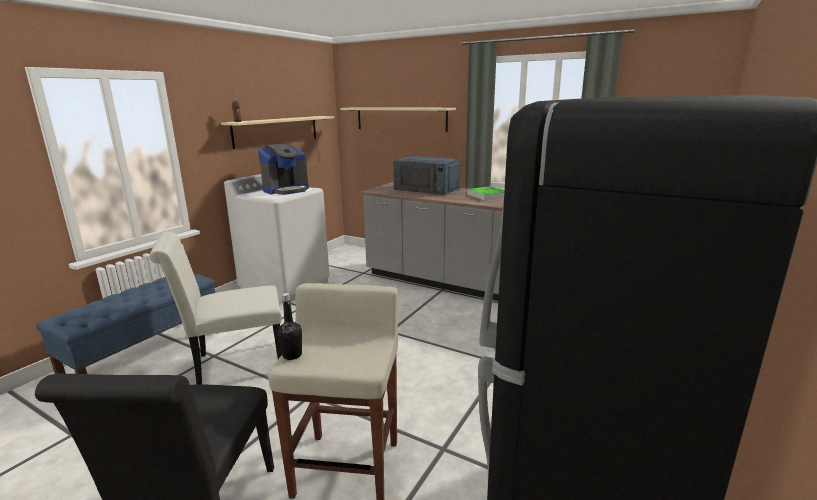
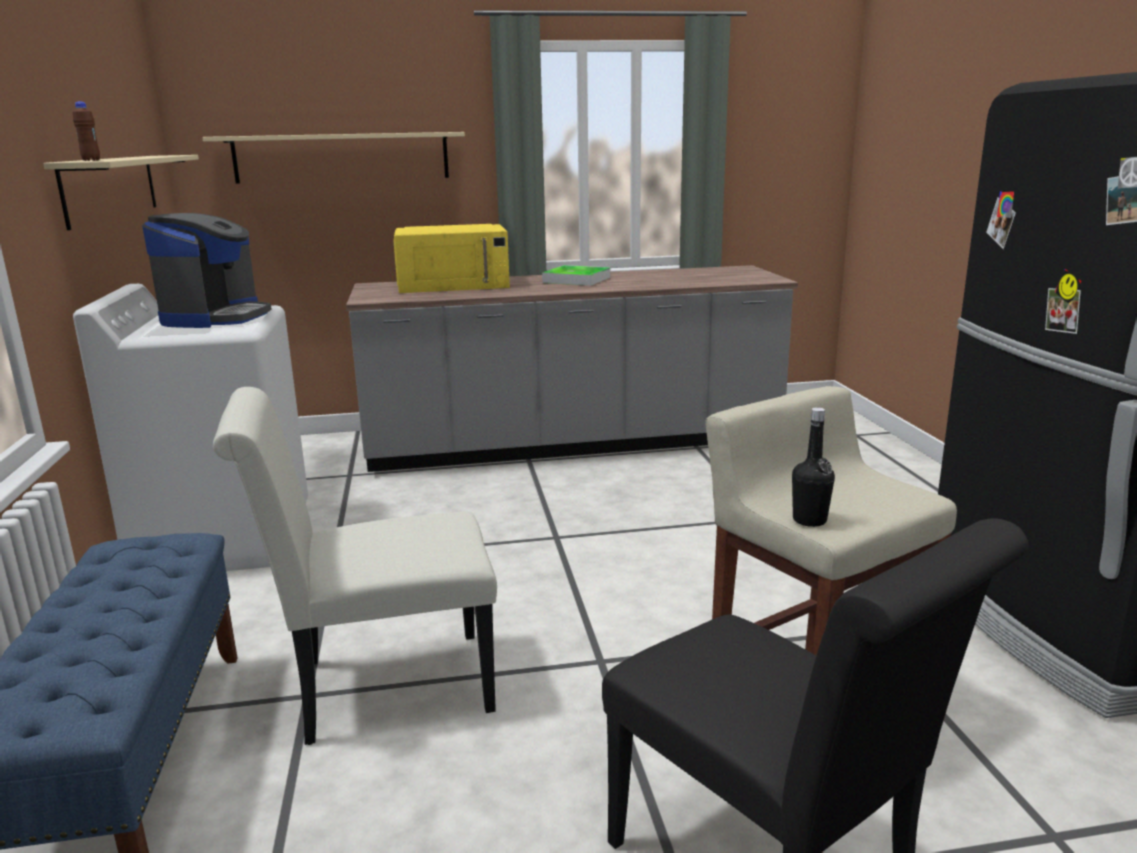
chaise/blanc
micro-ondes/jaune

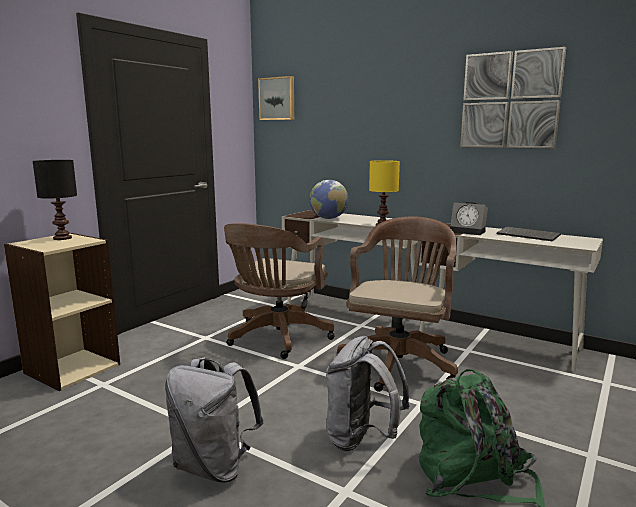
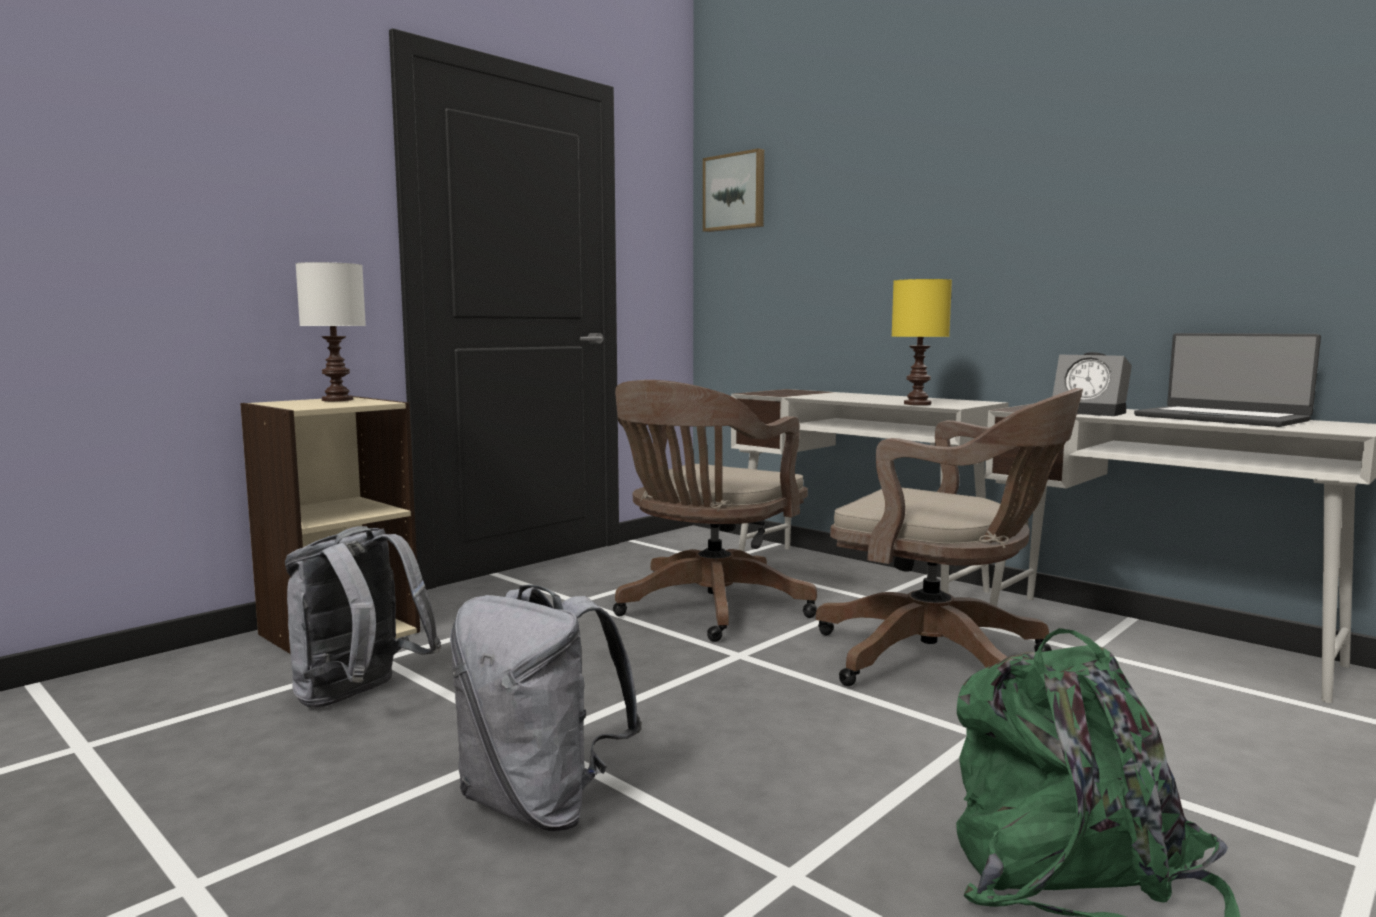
lampe de table/blanc
globe
sac à dos/gris (1st from left)
chaise de bureau/marron (2nd from left)
tableau (2nd from left in the first image)
ordinateur portable

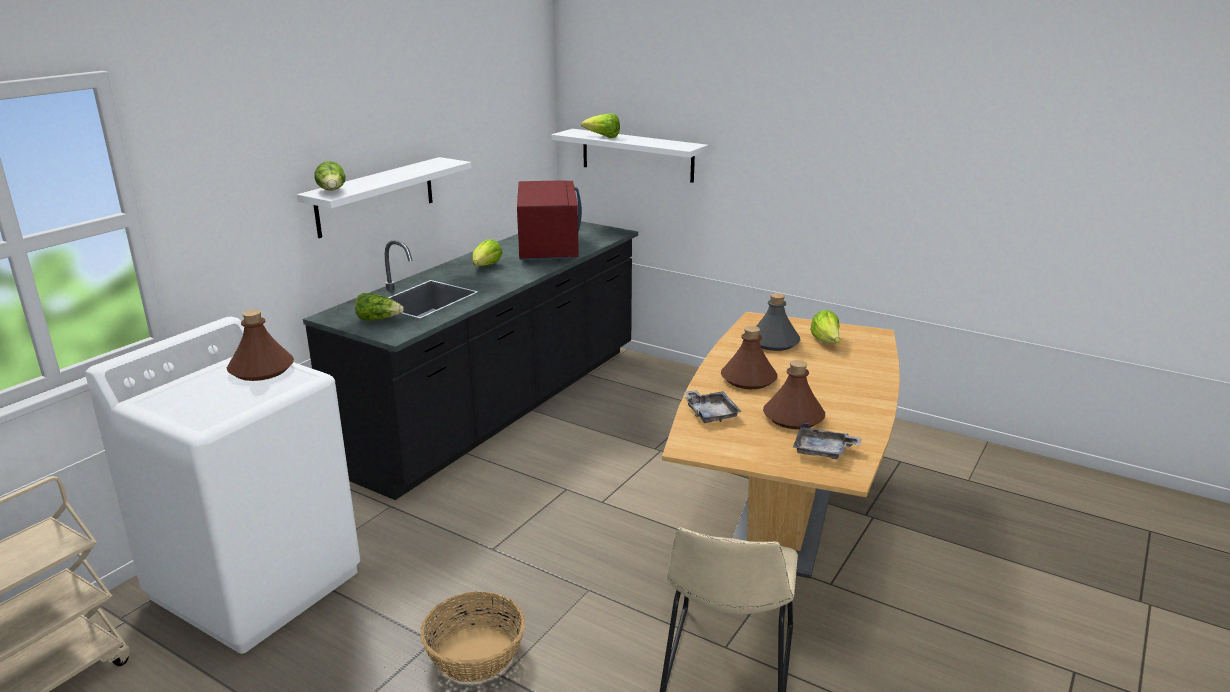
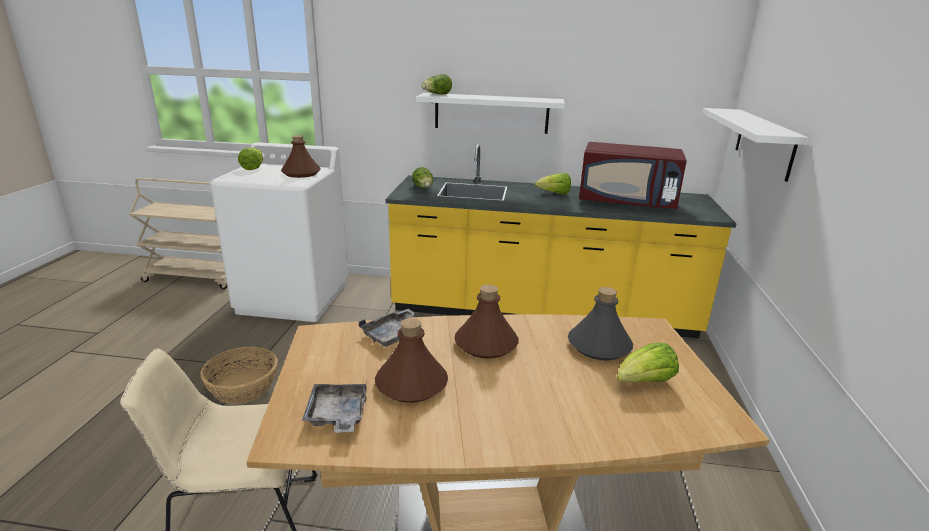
comptoir de cuisine/jaune
micro-ondes/rouge
laitue (1st from left)

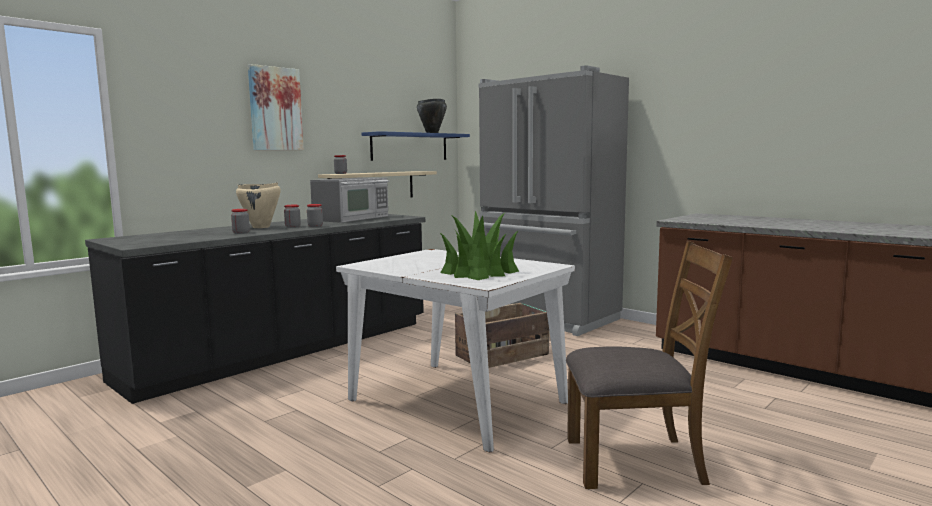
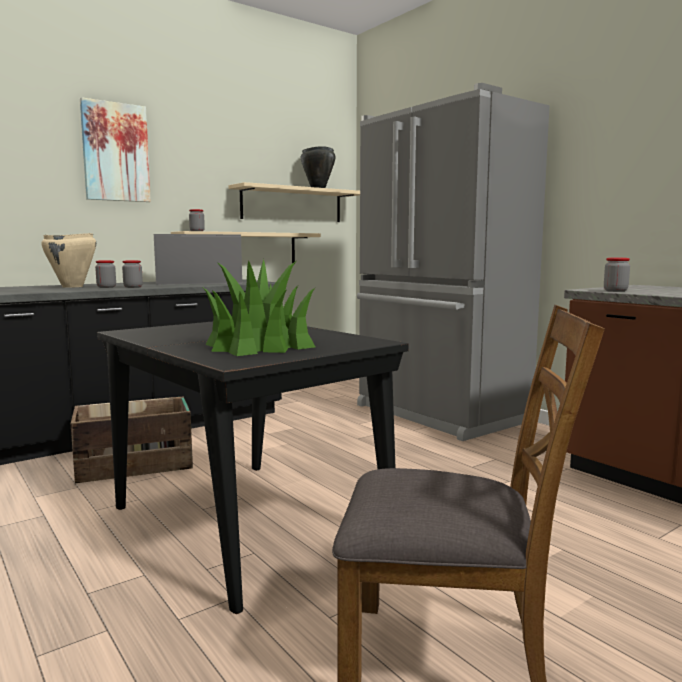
bocal (4th from left)
micro-ondes
table à manger/noir
étagère/beige (2nd from left)
caisse

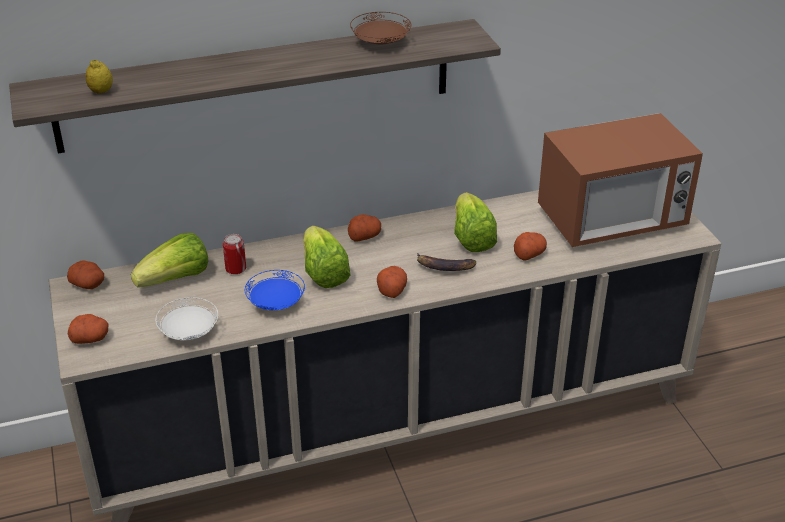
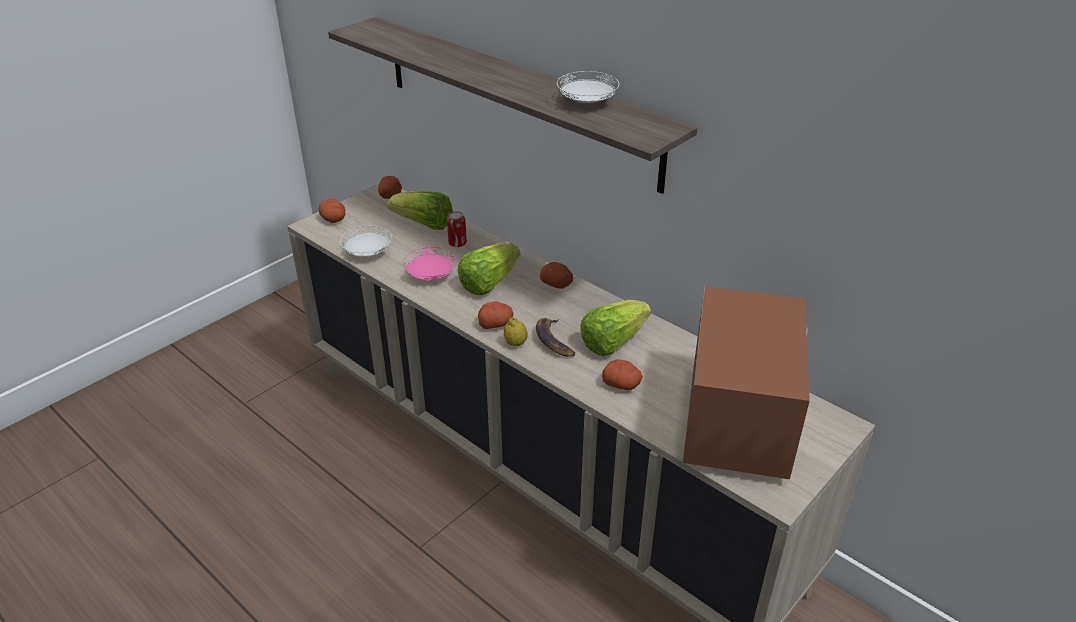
citron
assiette/rose
assiette/blanc (2nd from left)
micro-ondes

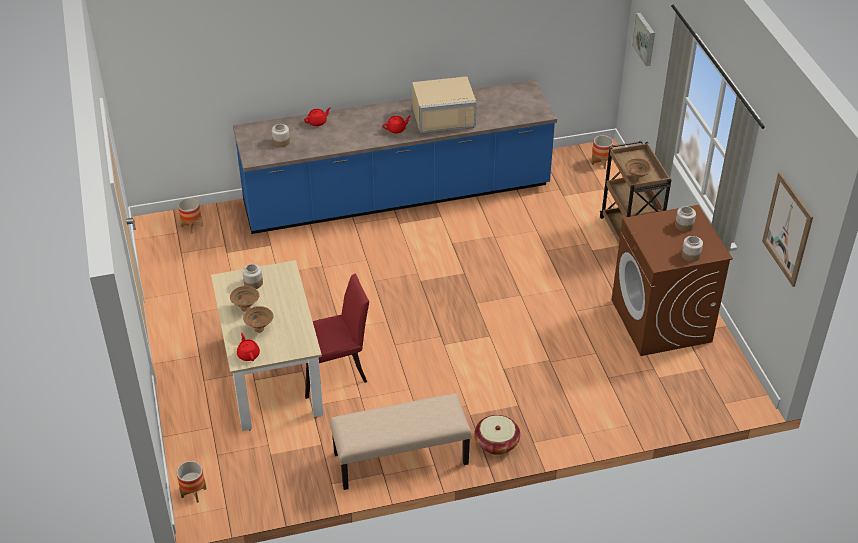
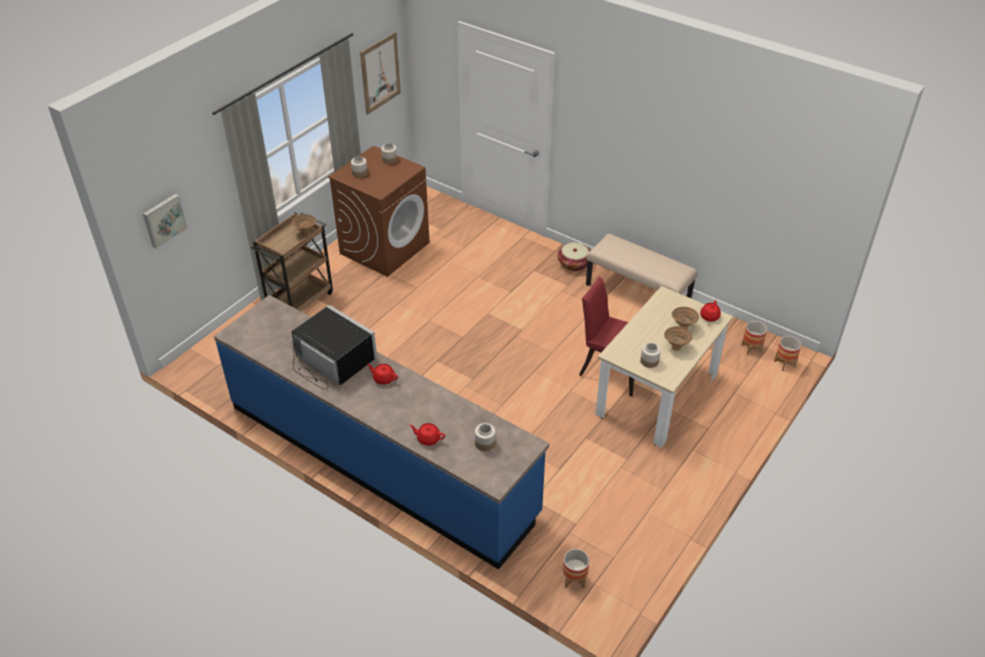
micro-ondes/noir
cache-pot (2nd from left)

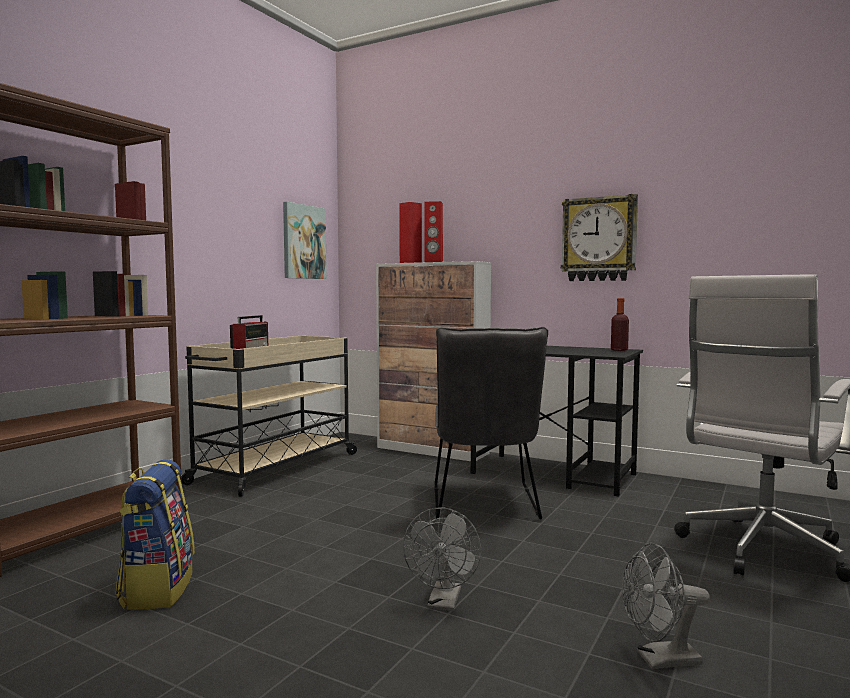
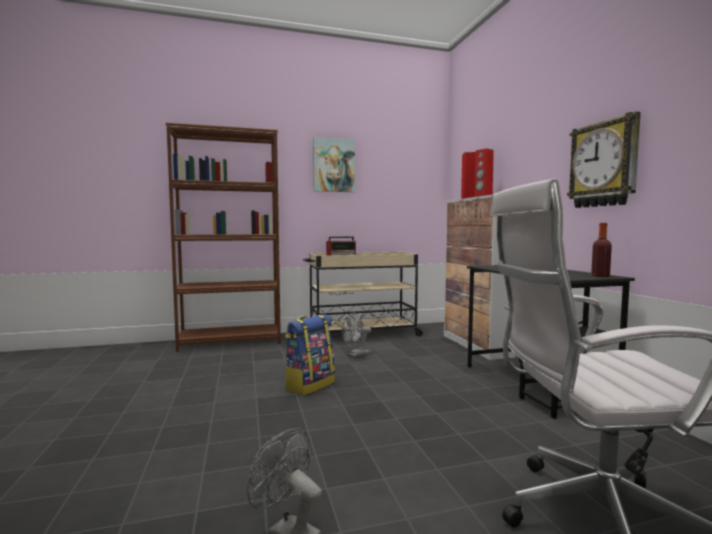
sac à dos
tableau
ventilateur/gris (2nd from left)
chaise/gris

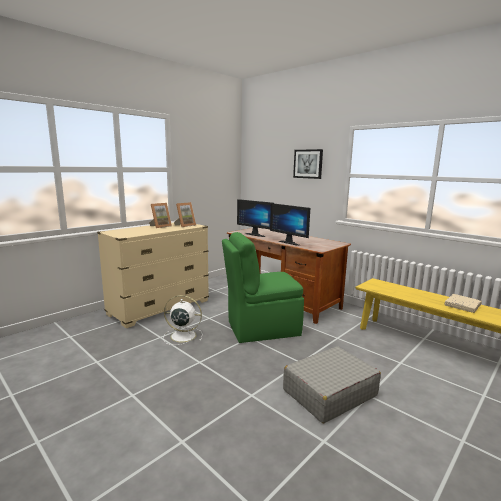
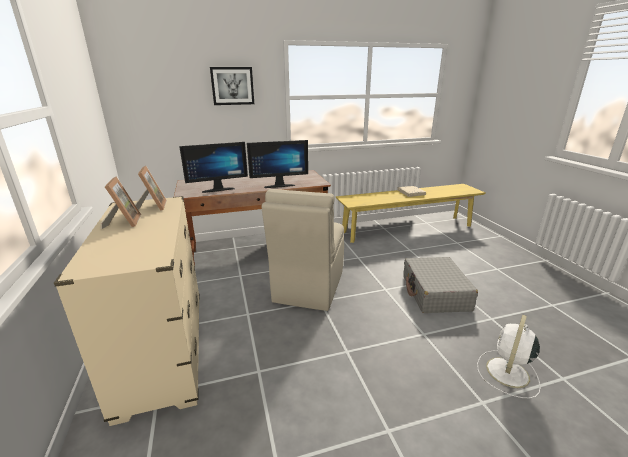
ventilateur/blanc
chaise/beige

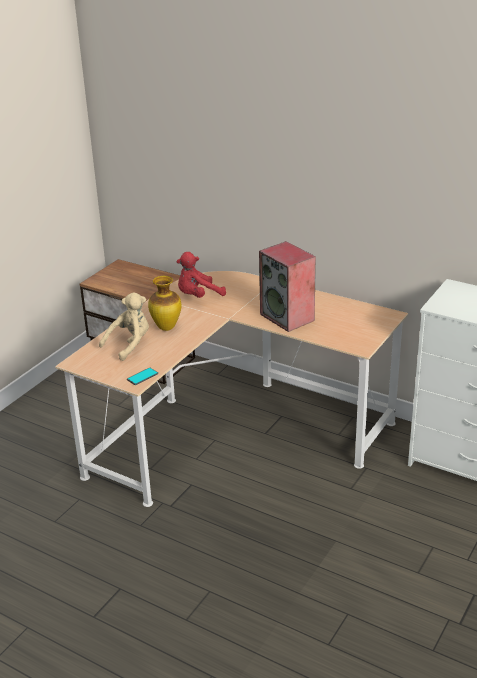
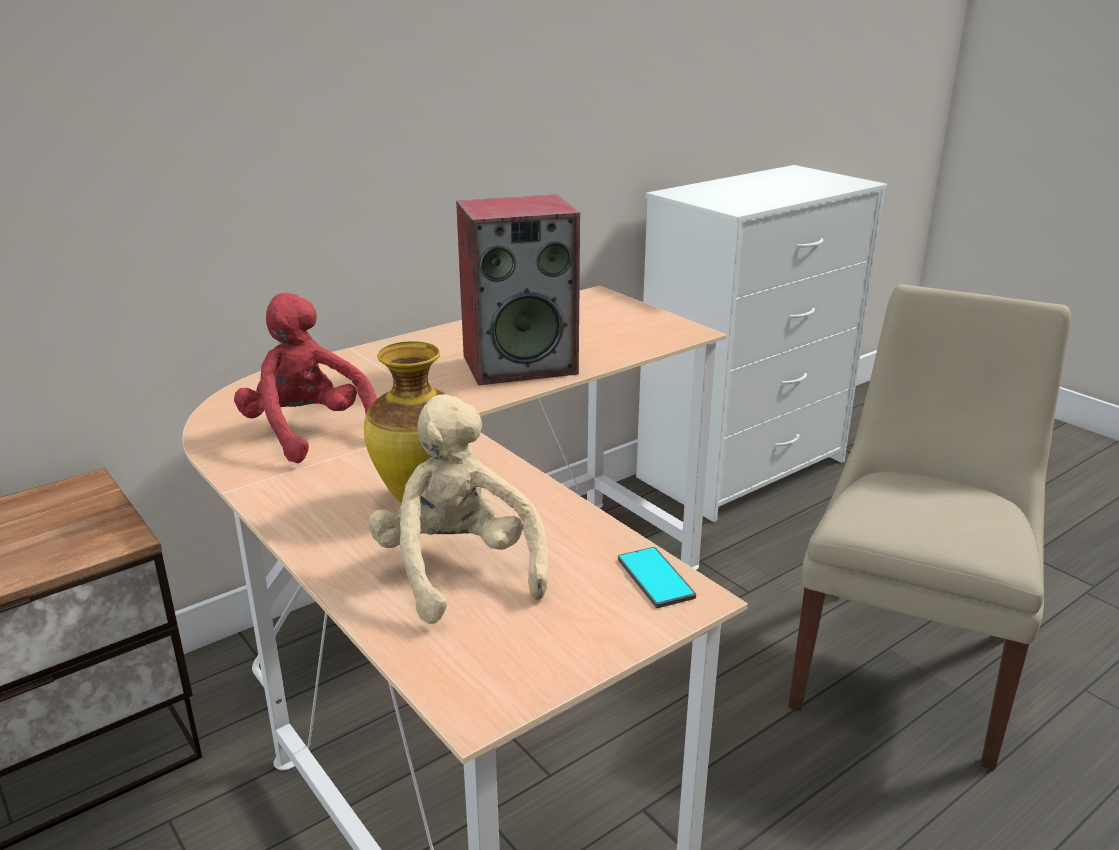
peluche/rouge
chaise/beige

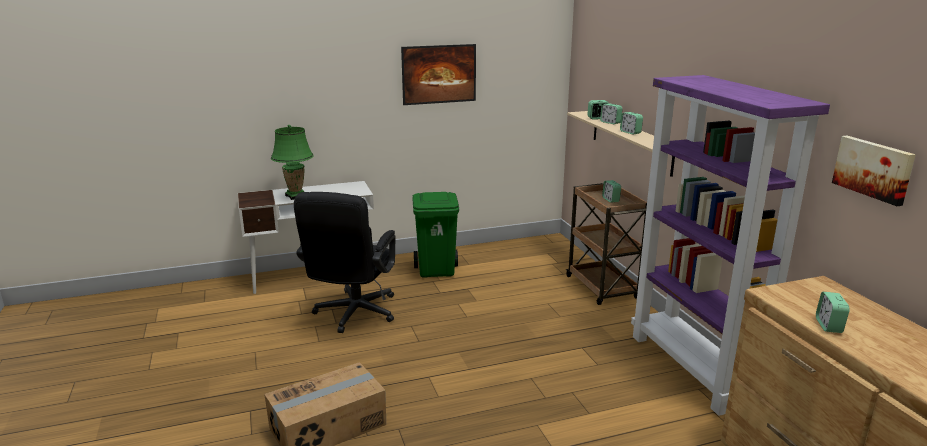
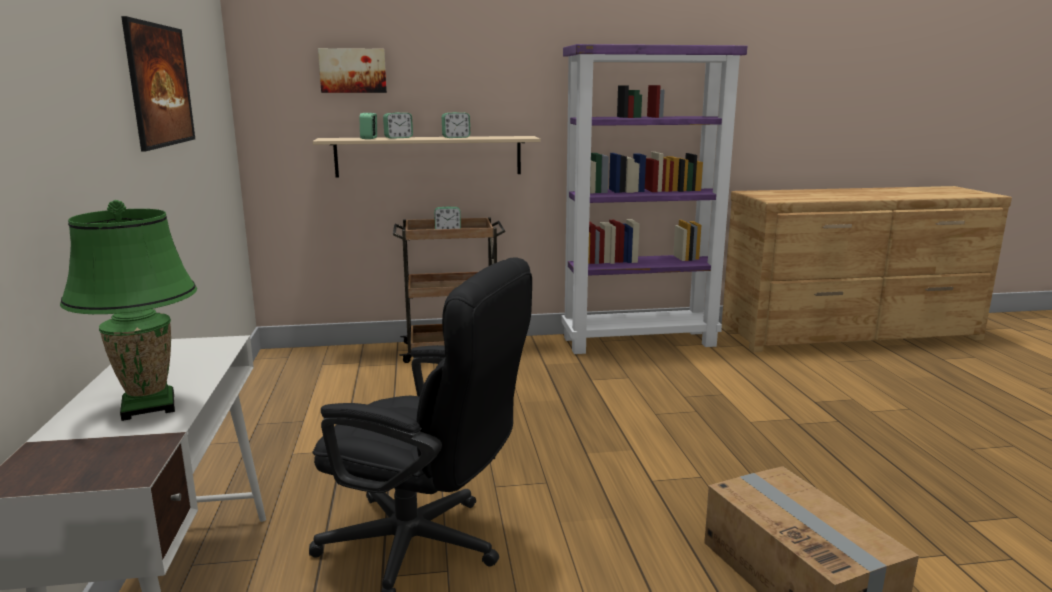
poubelle/vert
réveil (5th from left in the first image)
tableau (2nd from left)

